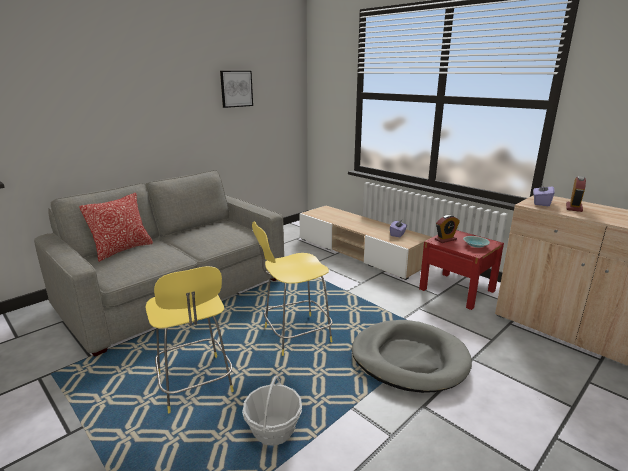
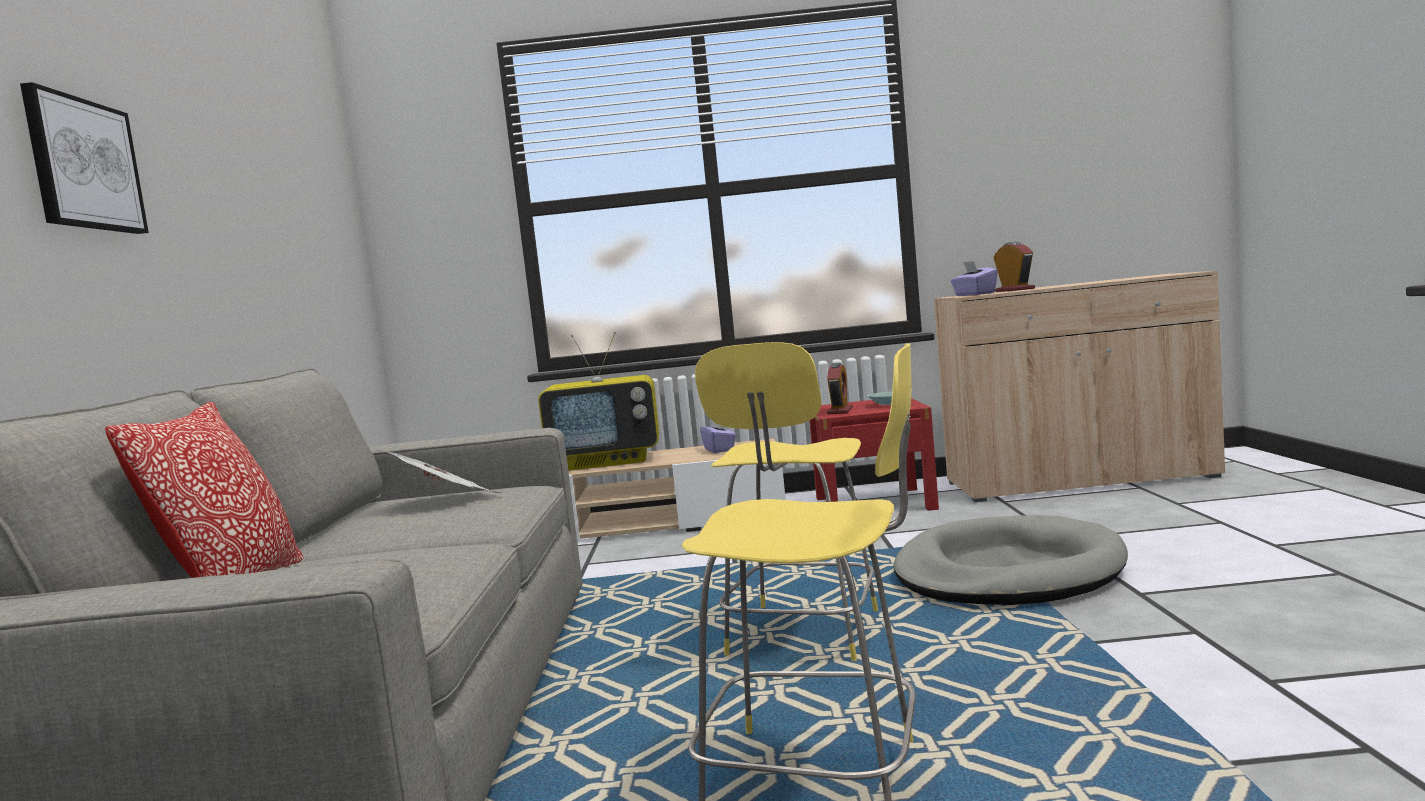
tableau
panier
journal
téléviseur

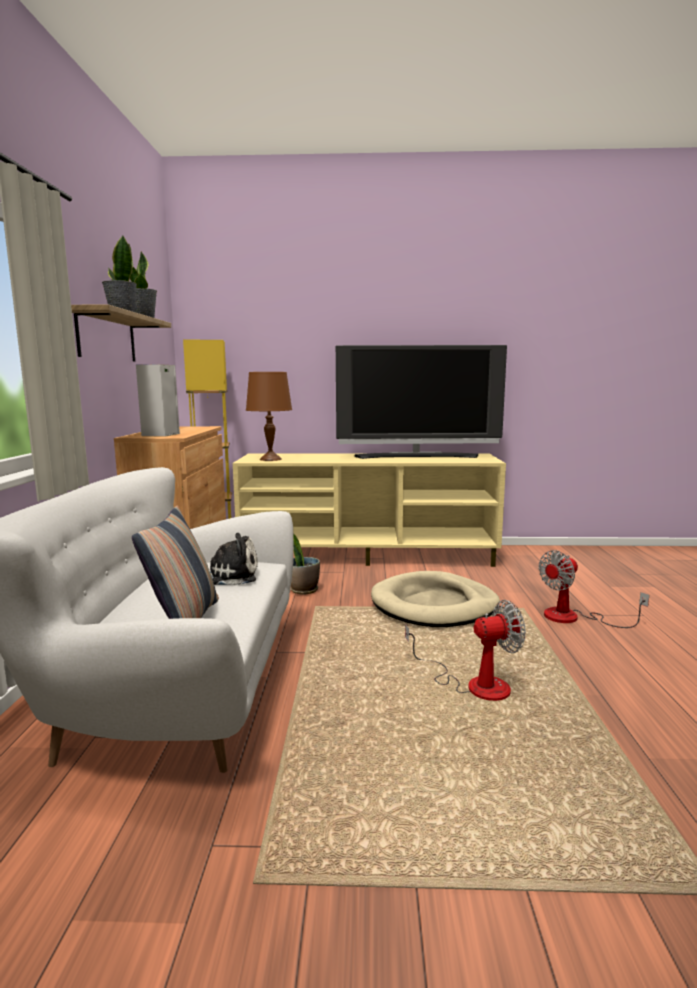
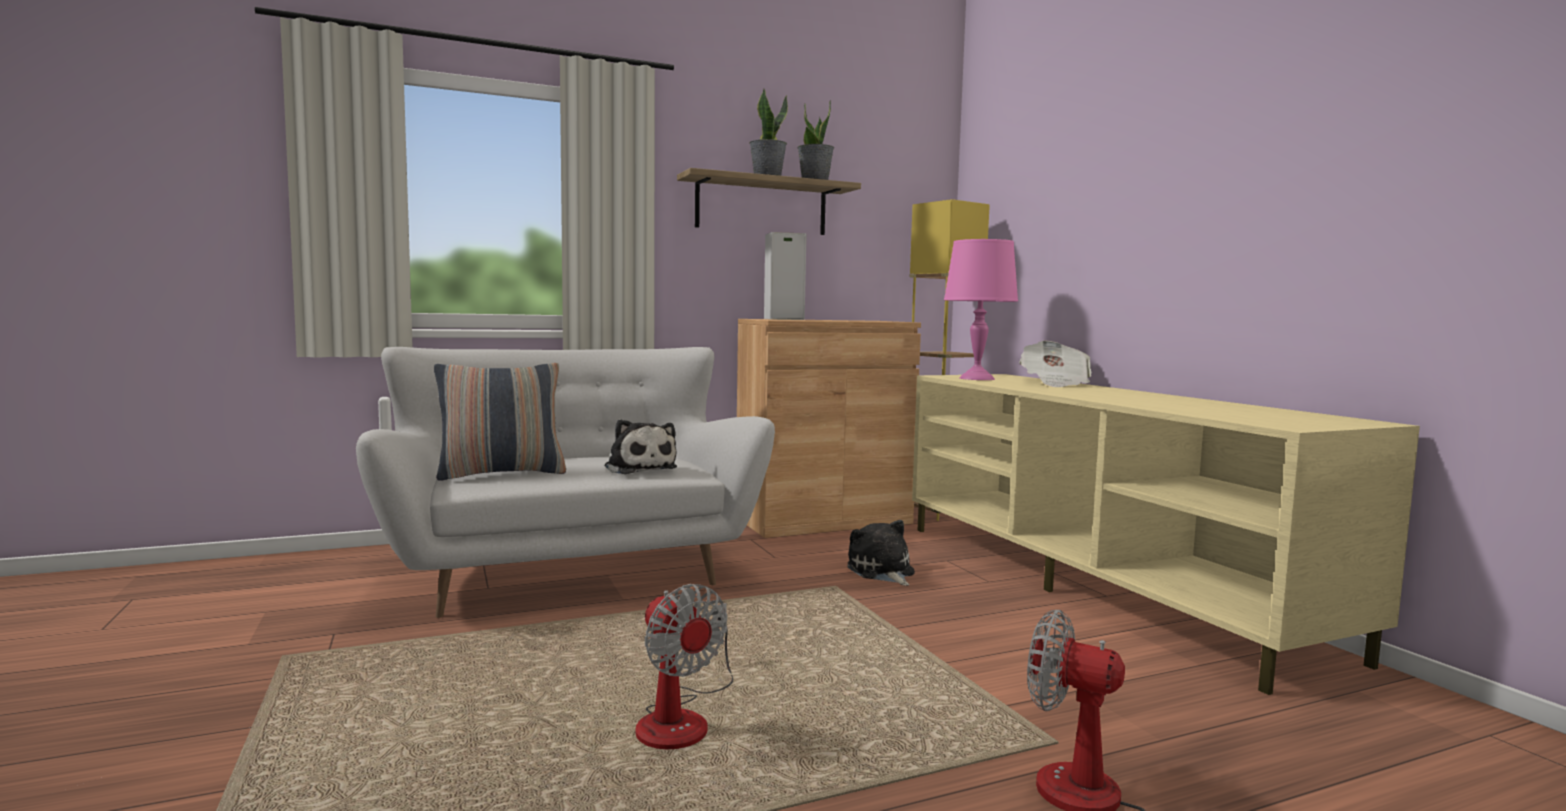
lampe de table/rose
peluche (2nd from left)
téléviseur
panier pour chien/beige
journal

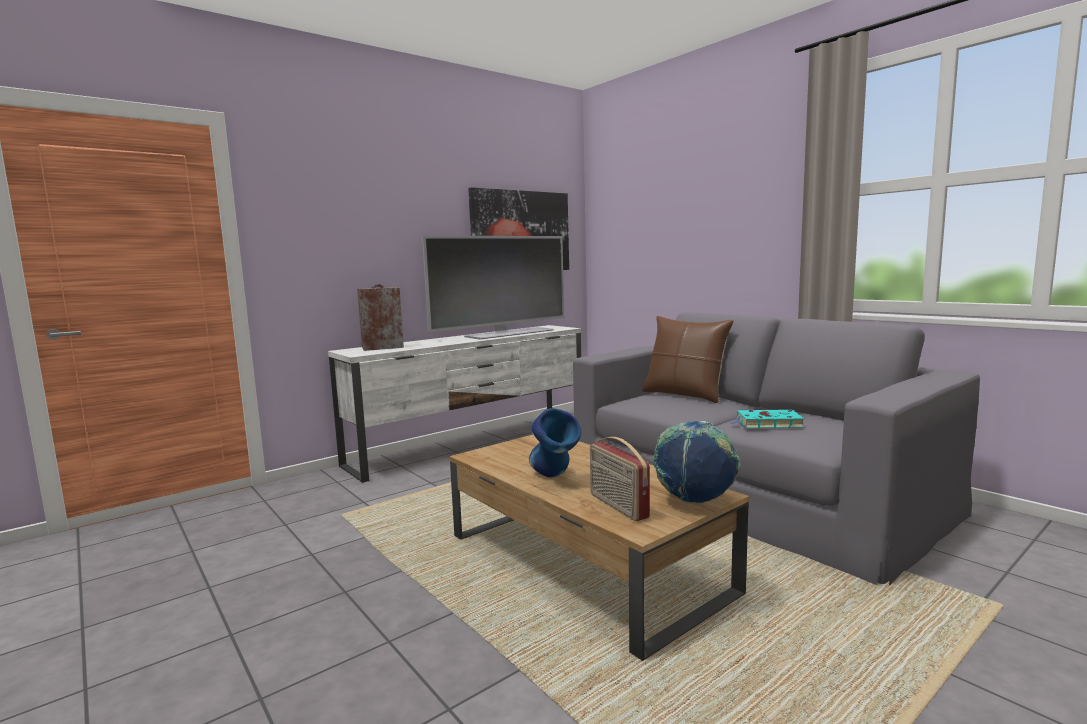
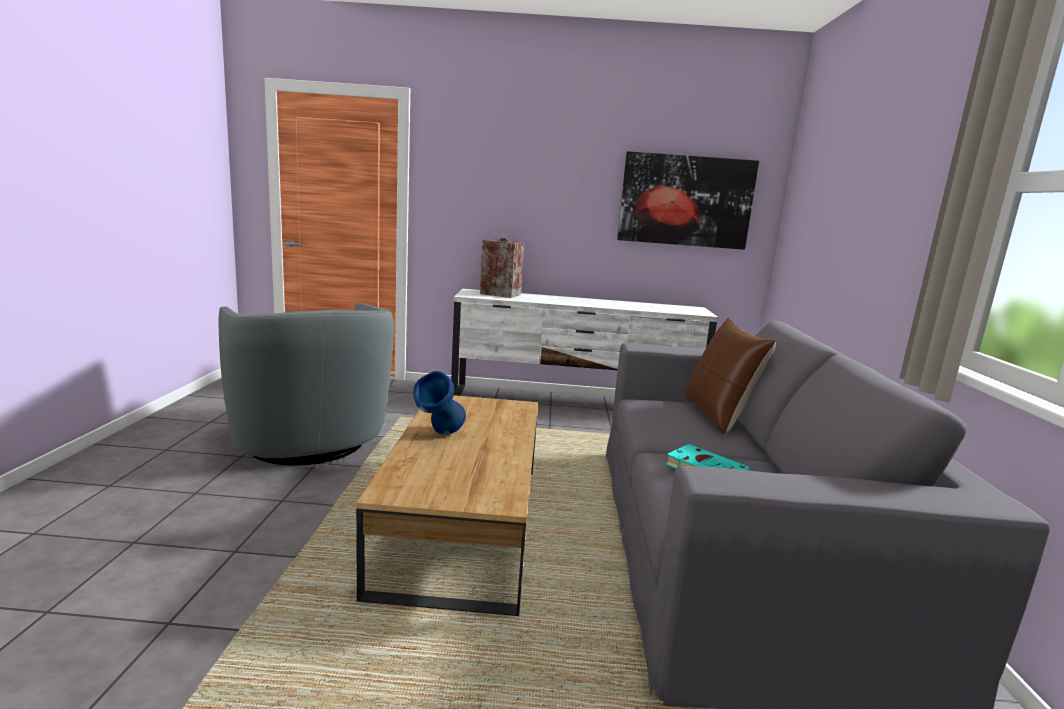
téléviseur
radio
globe
fauteuil/gris

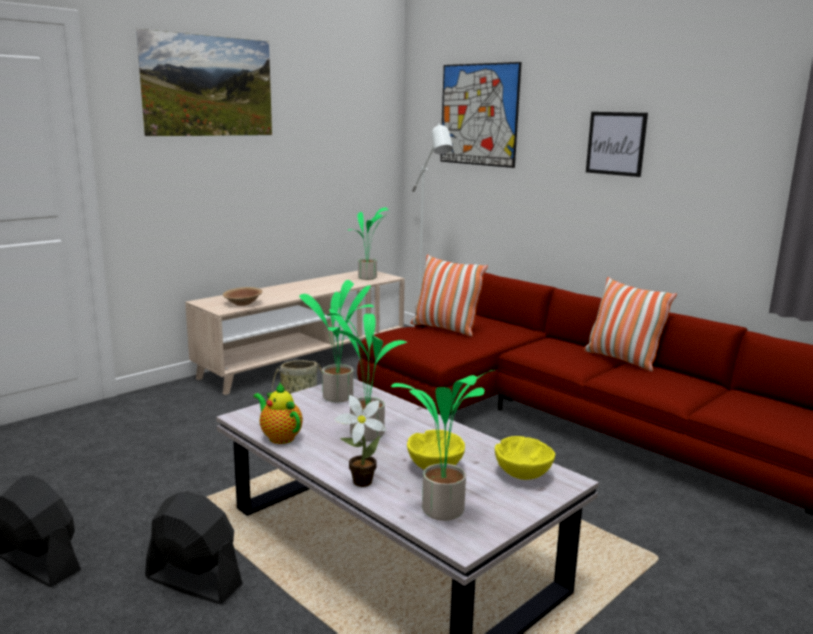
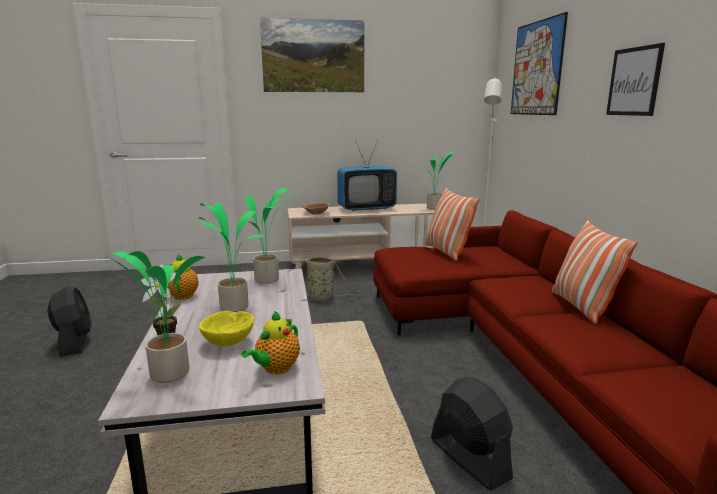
ventilateur/noir (2nd from left)
théière (2nd from left)
téléviseur

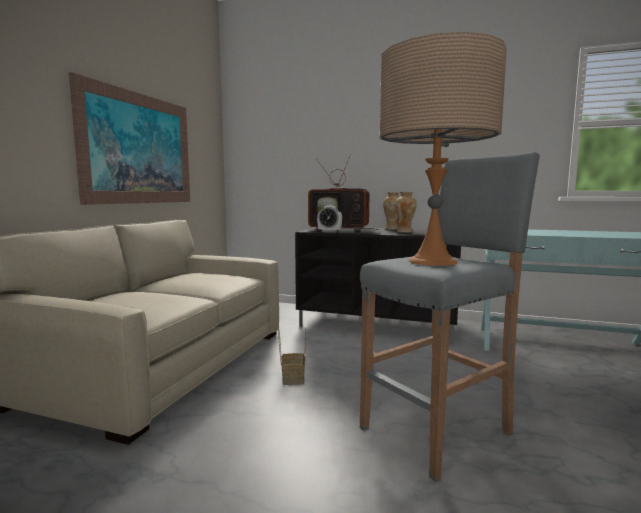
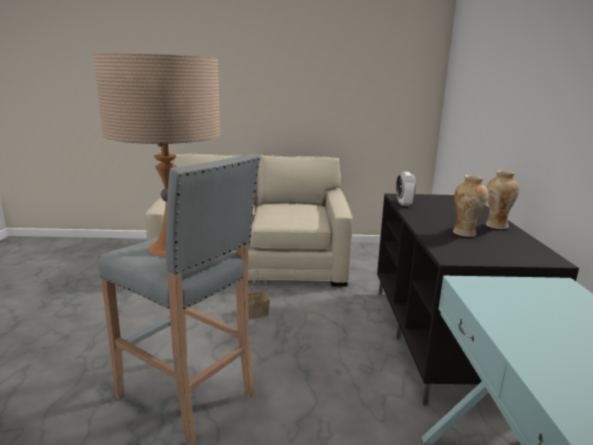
tableau
téléviseur

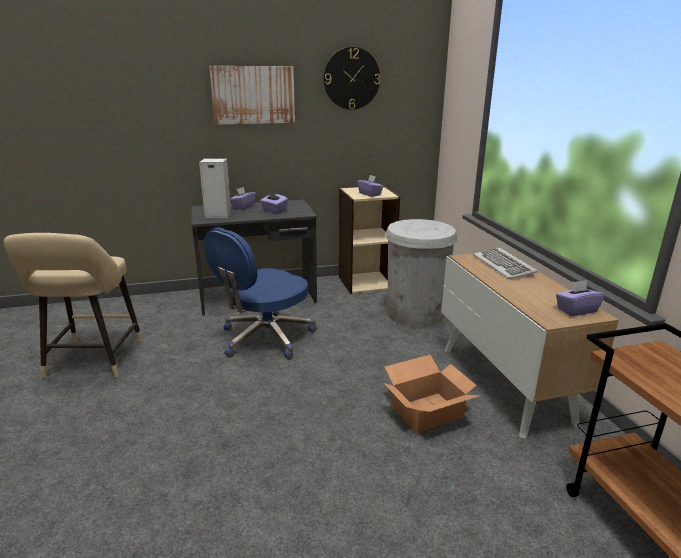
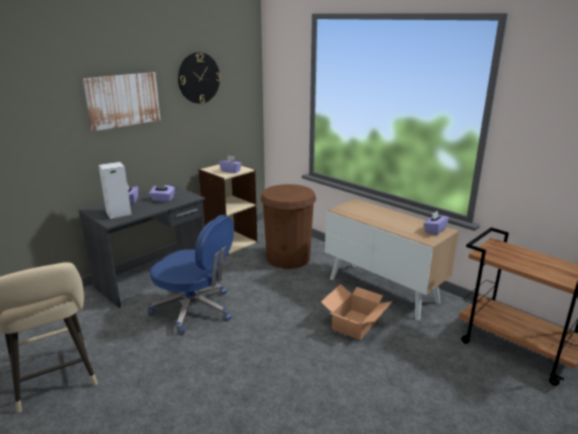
chaise de bureau/bleu
poubelle/marron
clavier

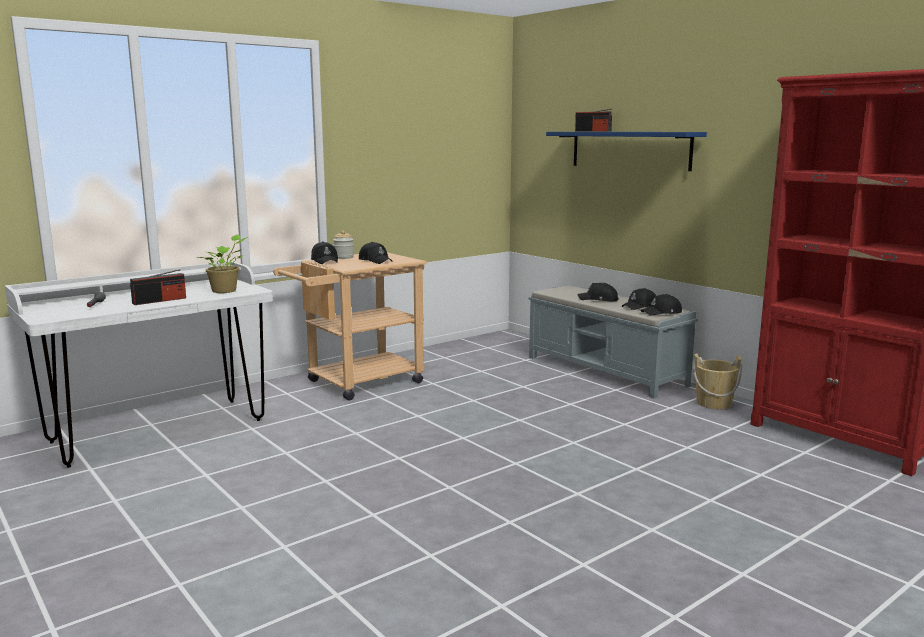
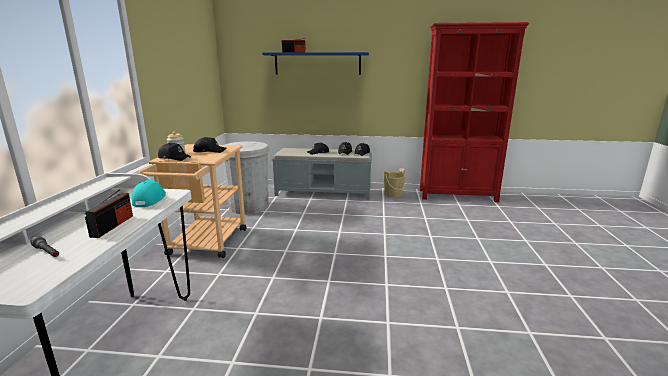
casquette/turquoise
poubelle/blanc

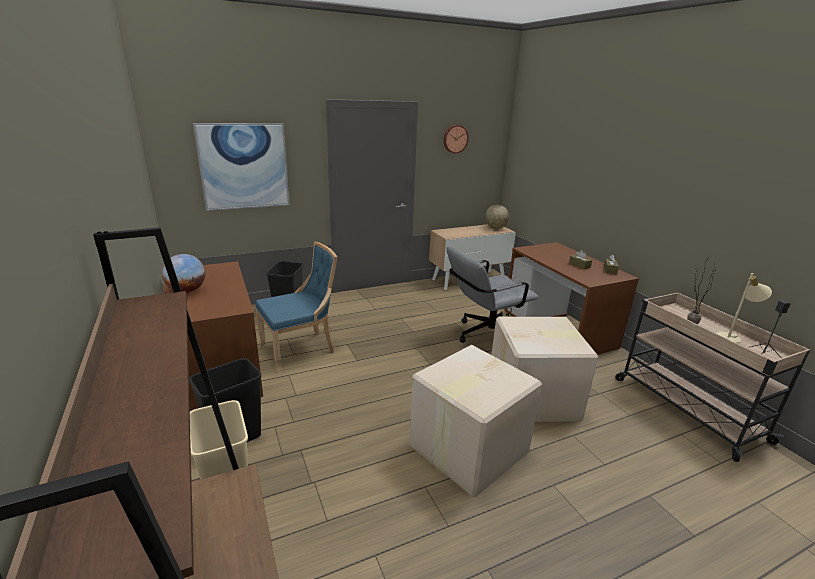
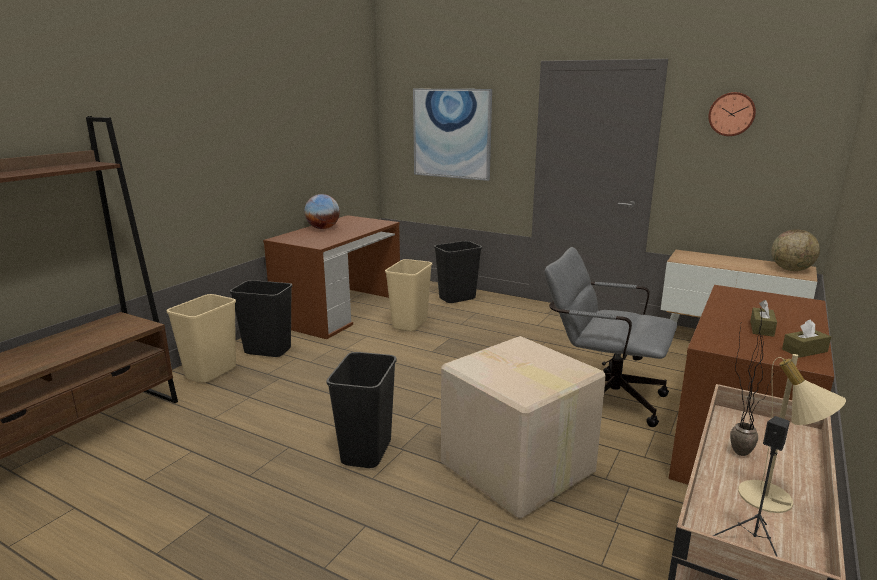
poubelle/beige (2nd from left)
poubelle/noir (2nd from left)

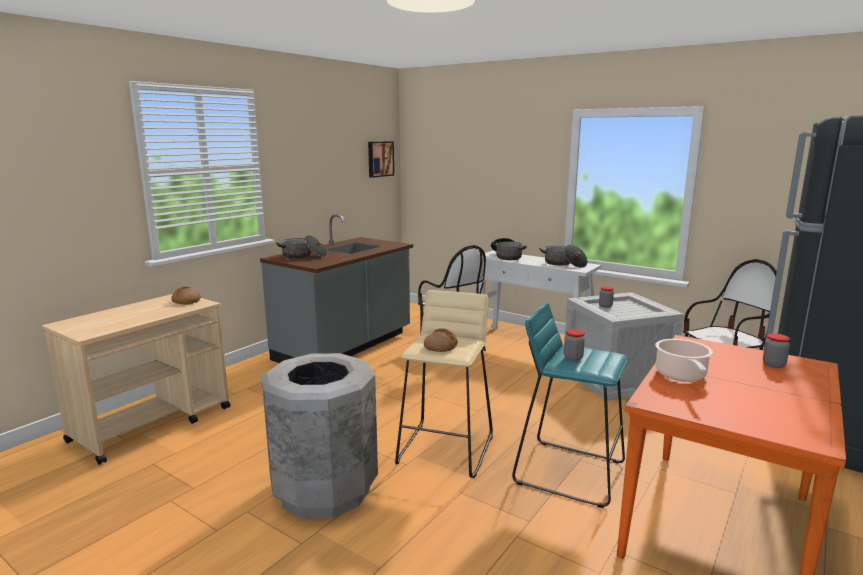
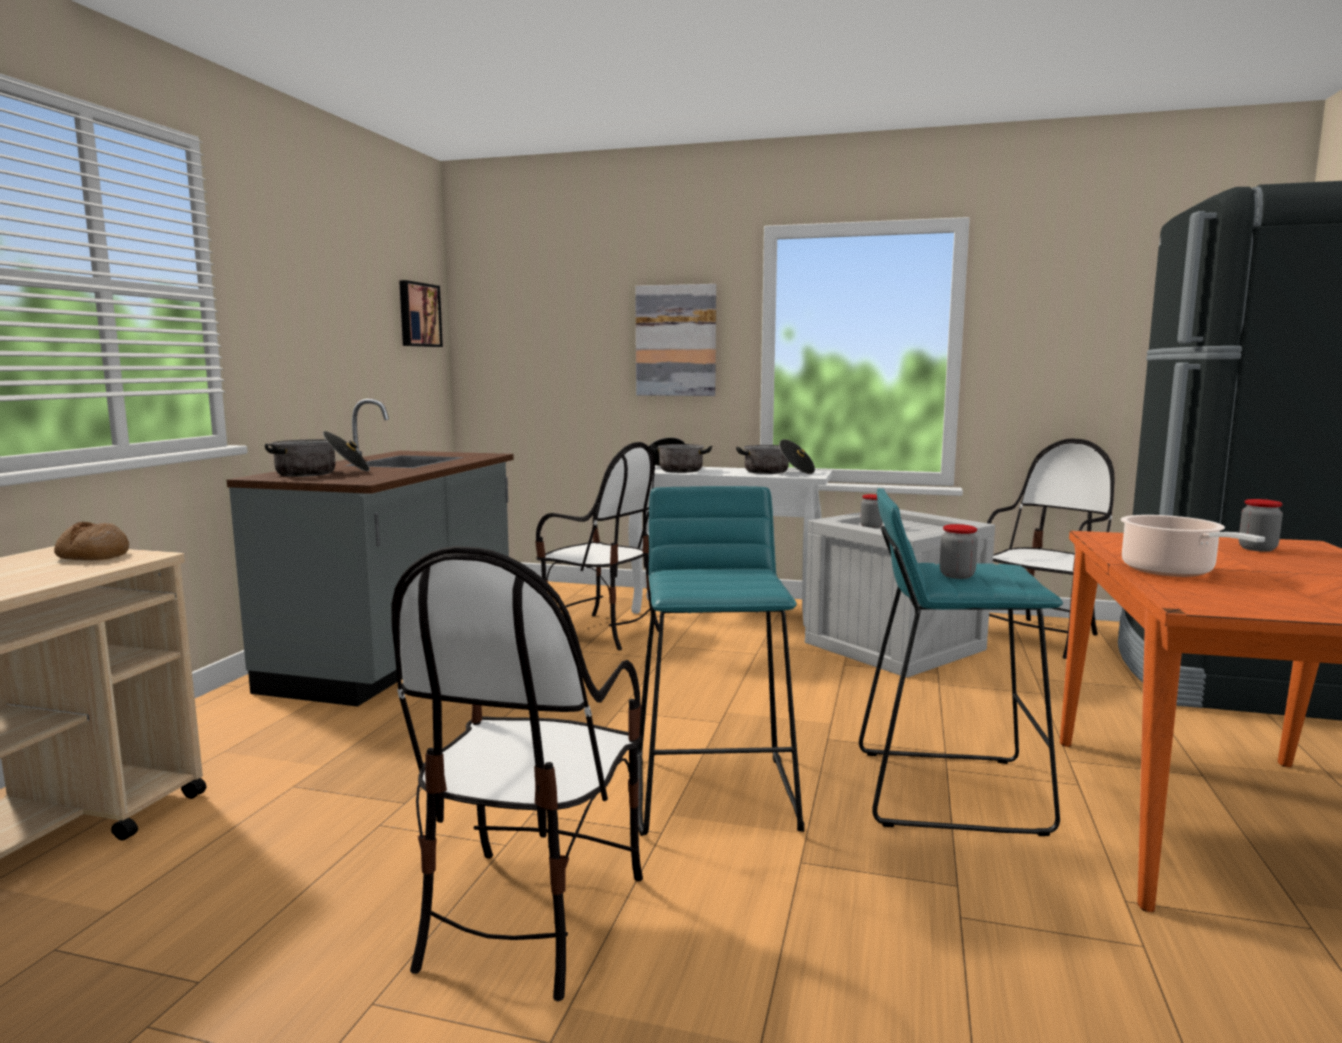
chaise (1st from left)
tabouret/turquoise (1st from left)
pain (2nd from left in the first image)
tableau (2nd from left)

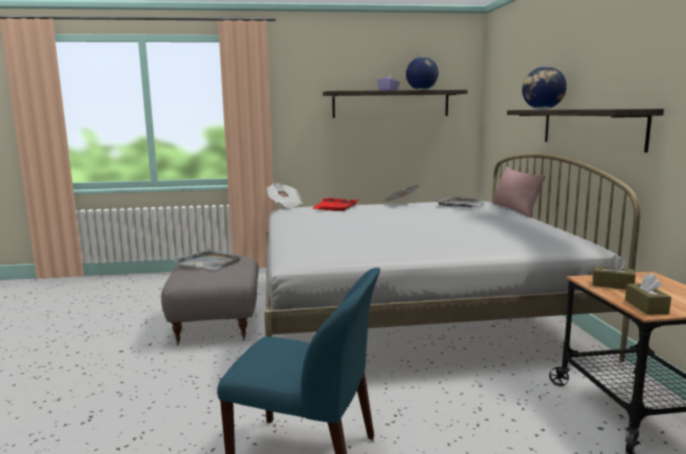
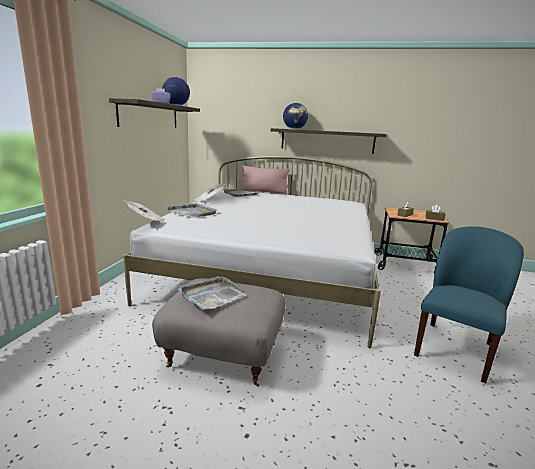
plateau/gris (1st from left)

